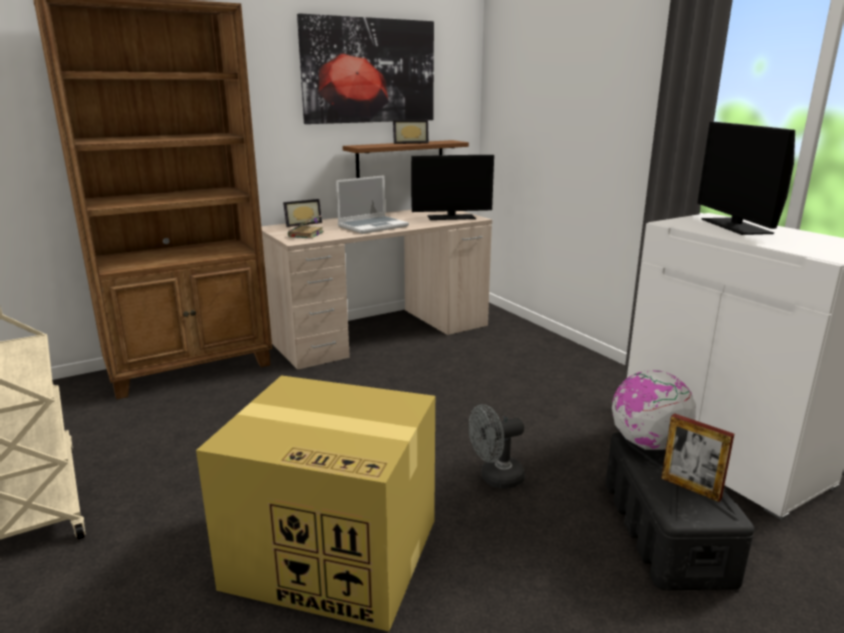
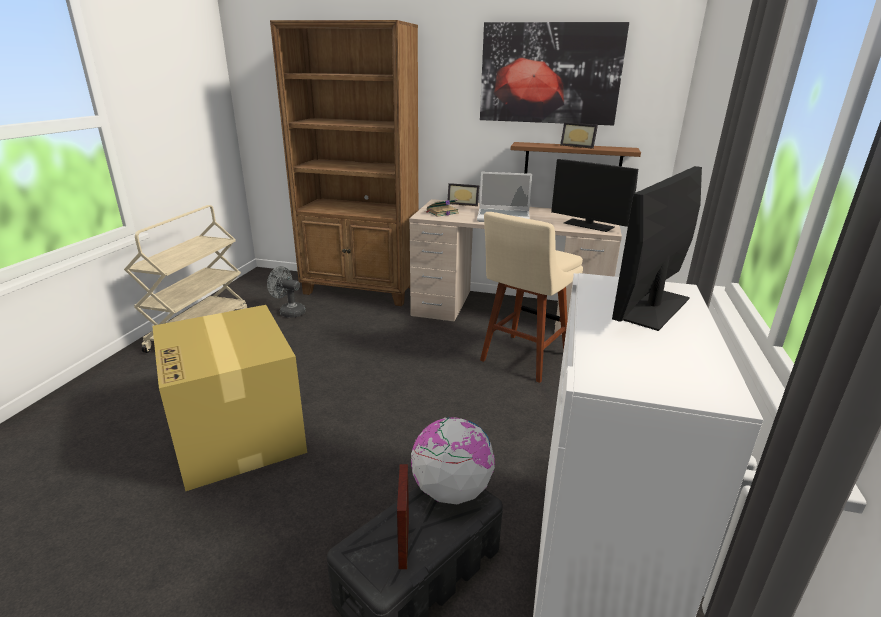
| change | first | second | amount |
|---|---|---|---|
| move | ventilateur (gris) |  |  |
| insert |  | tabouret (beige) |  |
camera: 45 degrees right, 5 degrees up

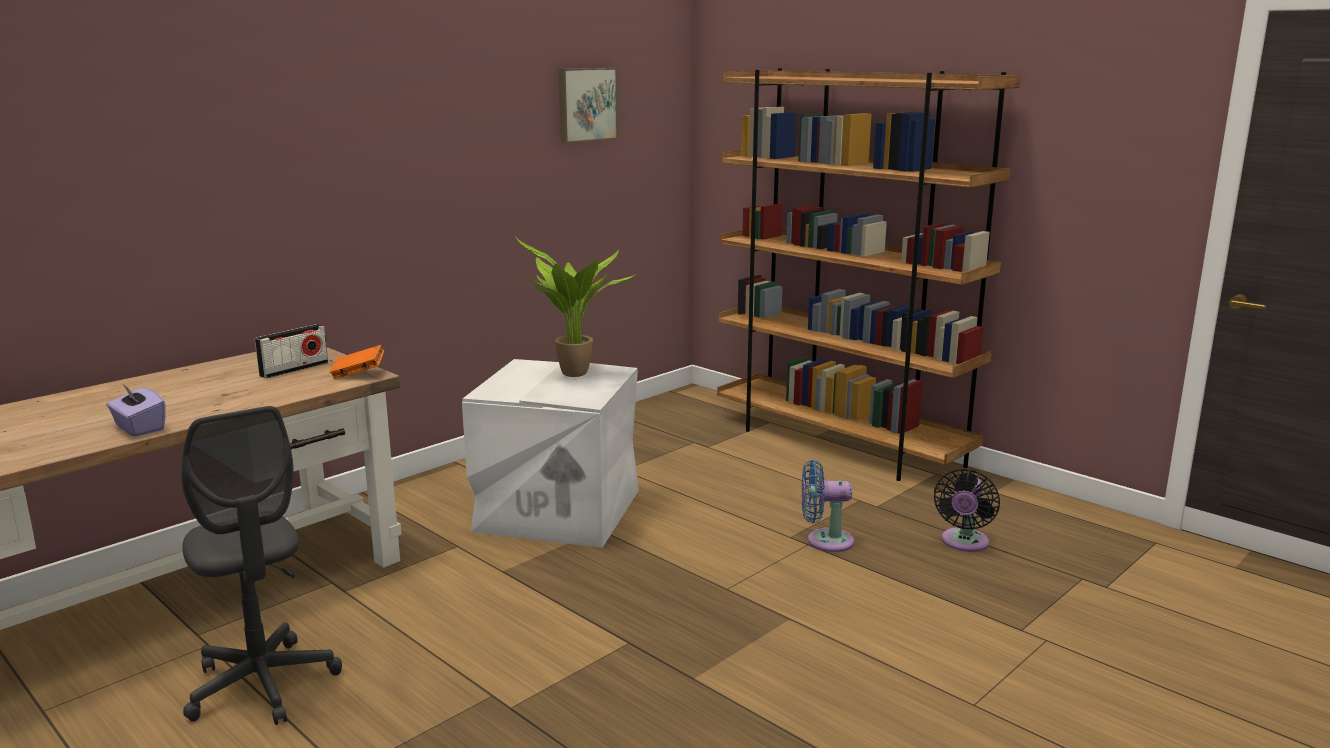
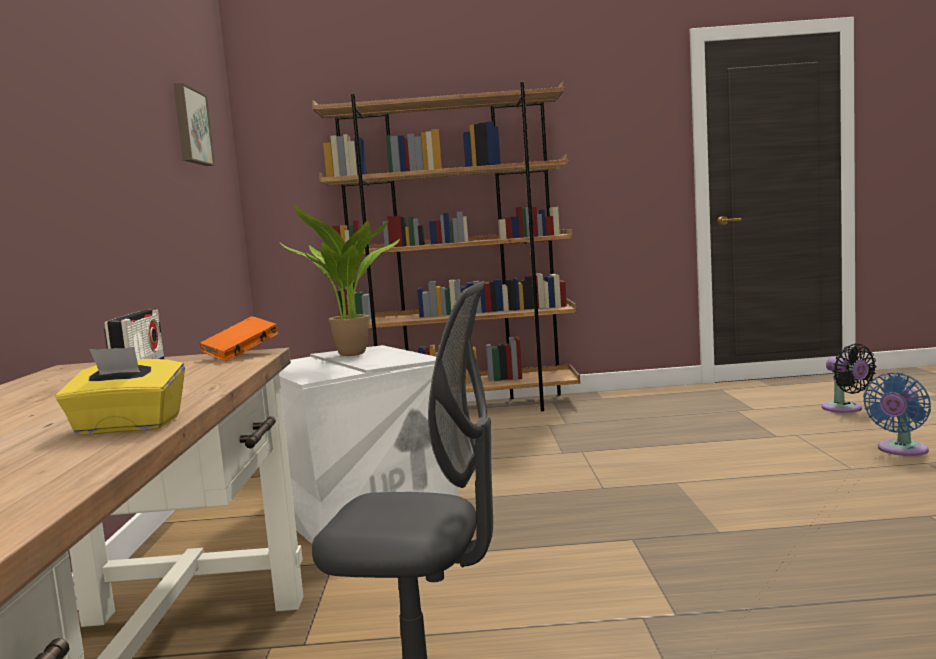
| change | first | second | amount |
|---|---|---|---|
| recolor | boîte à mouchoirs (violet) | boîte à mouchoirs (jaune) |  |
| move | ventilateur (noir) |  |  |
| move | ventilateur (bleu) |  |  |
camera: 45 degrees left, 10 degrees down

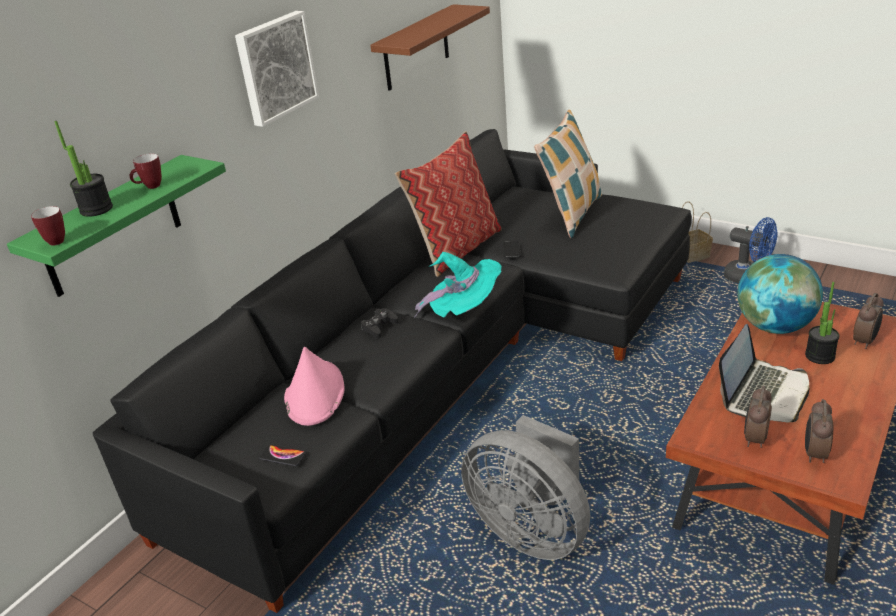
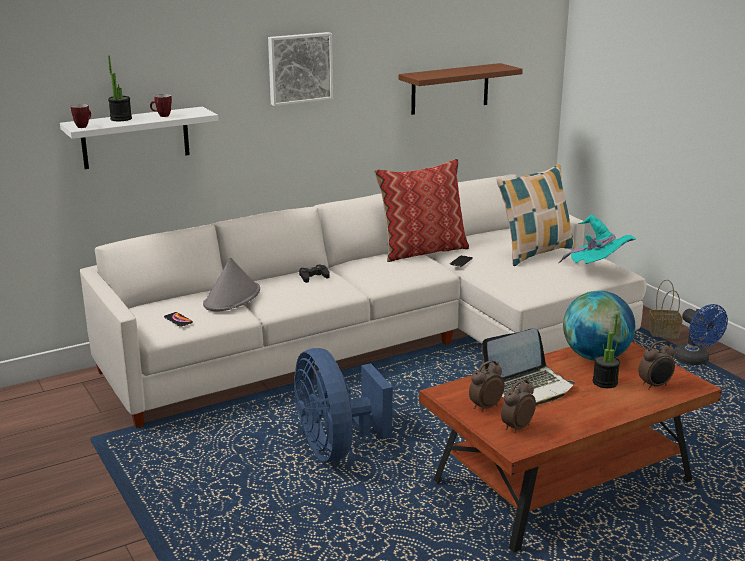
| change | first | second | amount |
|---|---|---|---|
| recolor | étagère (vert) | étagère (blanc) |  |
| recolor | canapé (noir) | canapé (blanc) |  |
| recolor | chapeau (rose) | chapeau (gris) |  |
| recolor | ventilateur (gris) | ventilateur (bleu) (1st from left) |  |
| move | chapeau (turquoise) |  |  |
camera: 25 degrees right, 10 degrees down

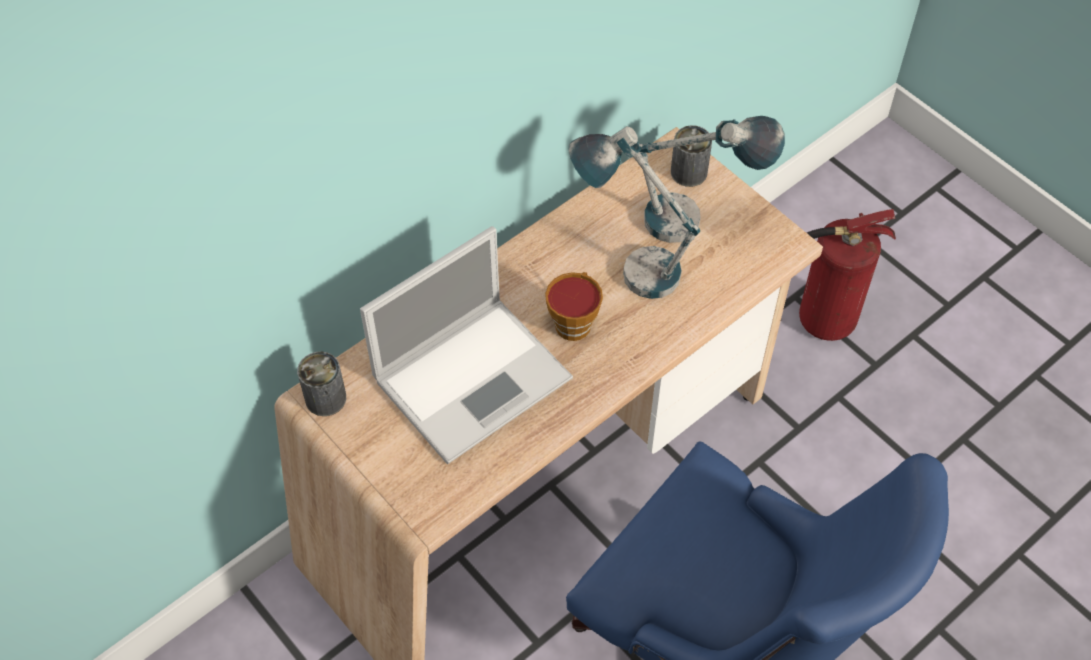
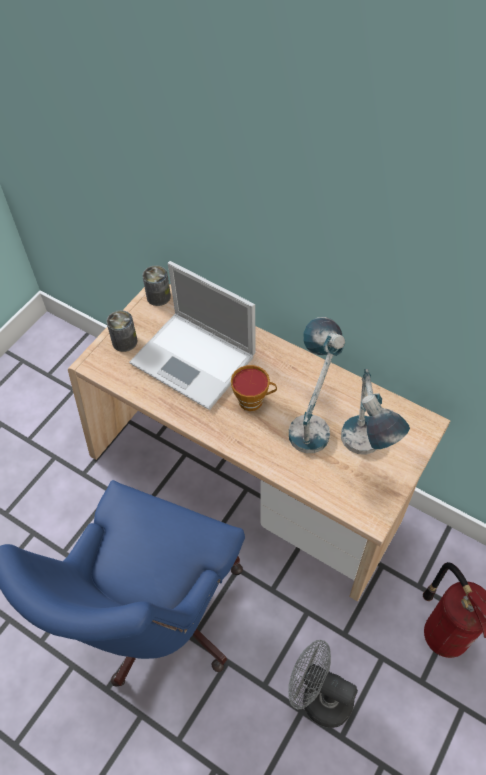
| change | first | second | amount |
|---|---|---|---|
| move | boîte métallique (2nd from left in the first image) | boîte métallique (1st from left) |  |
| insert |  | ventilateur (gris) |  |
camera: 75 degrees right, 0 degrees up

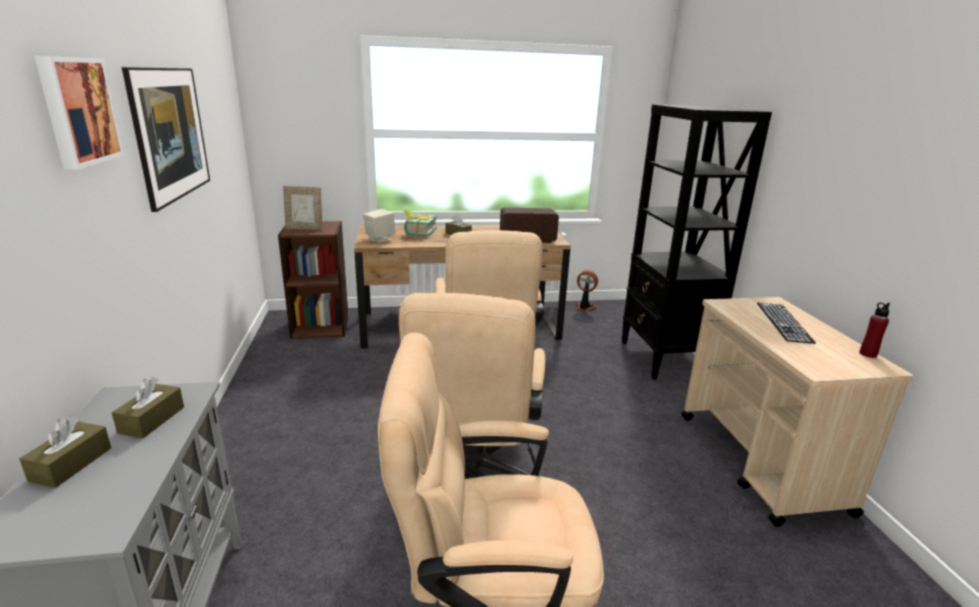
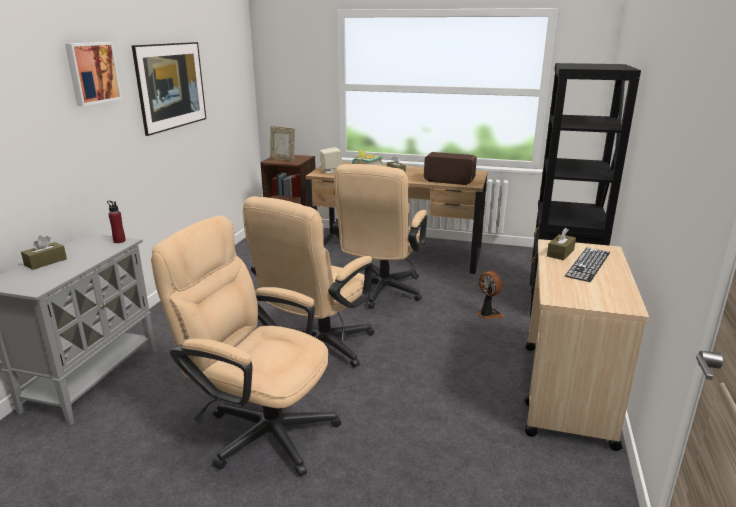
| change | first | second | amount |
|---|---|---|---|
| move | bouteille (rouge) |  |  |
| move | ventilateur |  |  |
| move | boîte à mouchoirs (marron) (2nd from left in the first image) | boîte à mouchoirs (marron) (3rd from left) |  |
camera: 25 degrees right, 0 degrees up

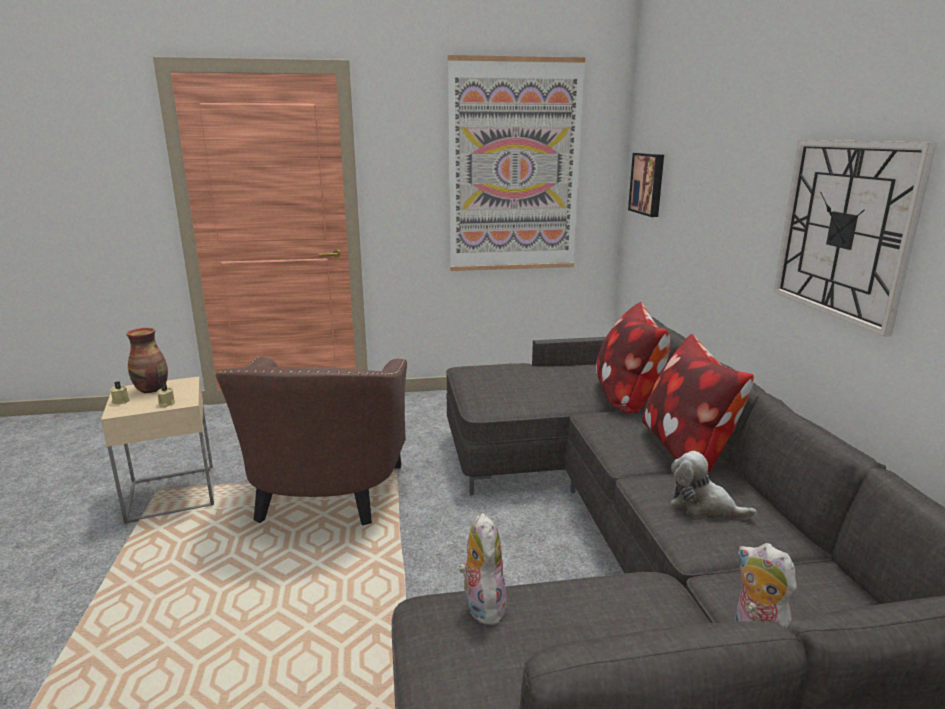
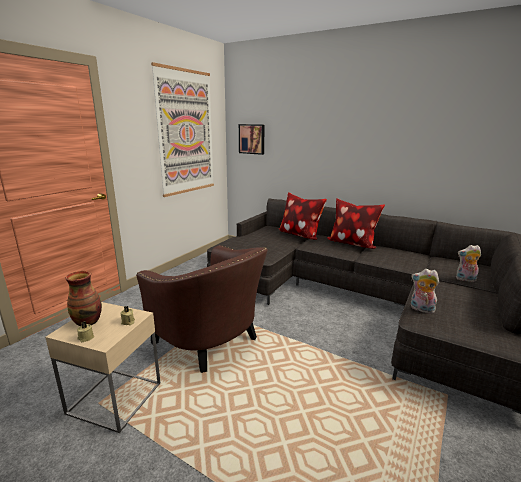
| change | first | second | amount |
|---|---|---|---|
| delete | peluche (2nd from left) |  |  |
| delete | horloge murale |  |  |
camera: 50 degrees left, 0 degrees up

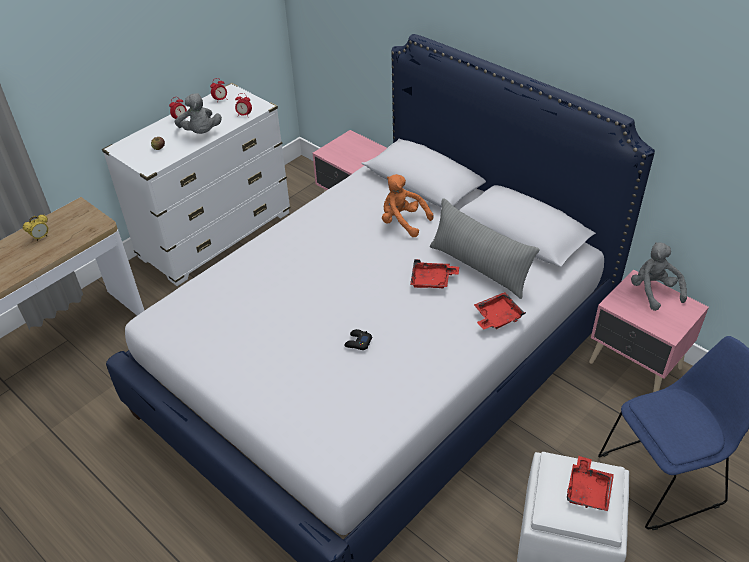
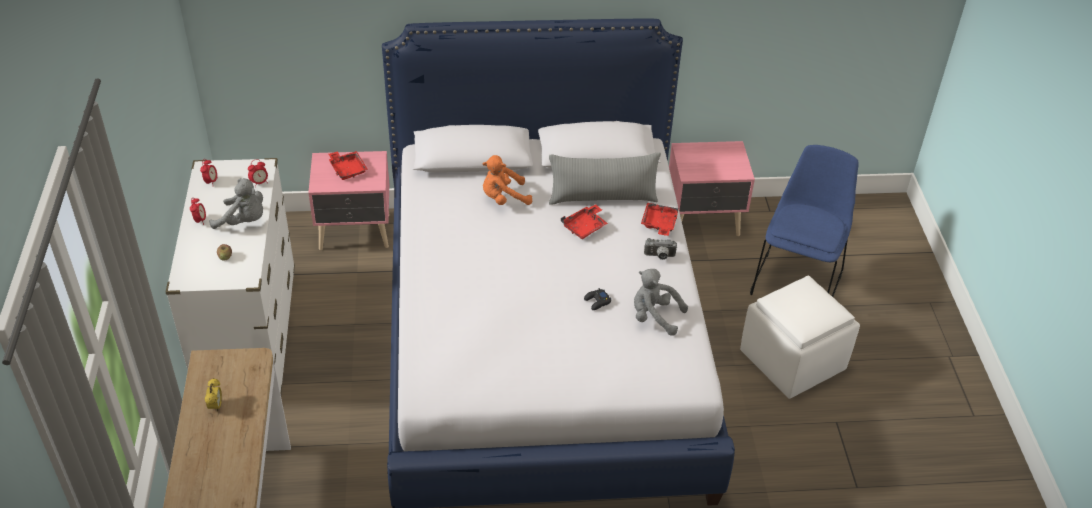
| change | first | second | amount |
|---|---|---|---|
| move | plateau (rouge) (3rd from left in the first image) | plateau (rouge) (1st from left) |  |
| move | peluche (gris) (2nd from left) |  |  |
| insert |  | appareil photo |  |
camera: 50 degrees left, 0 degrees up

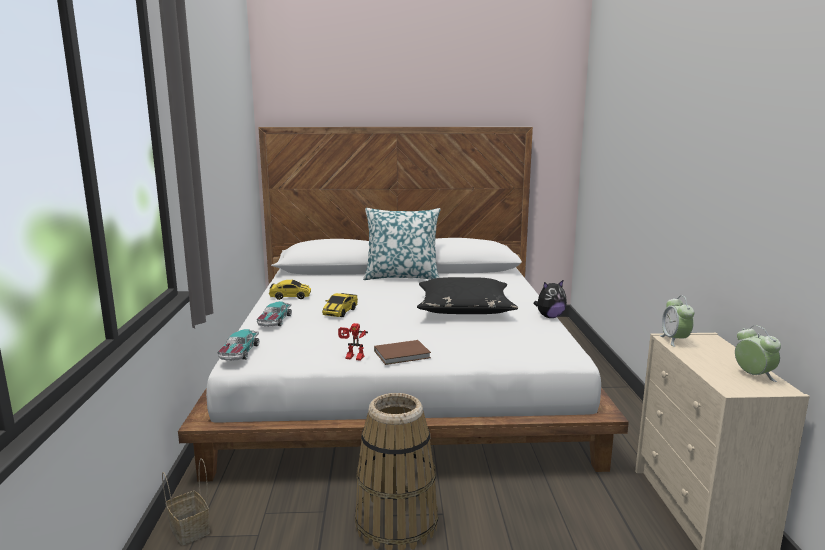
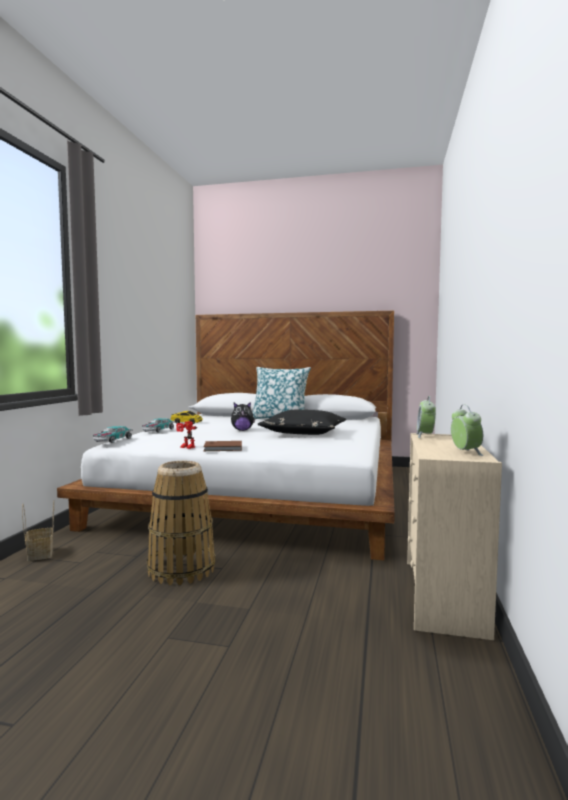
| change | first | second | amount |
|---|---|---|---|
| move | peluche |  |  |
| delete | petite voiture (4th from left) |  |  |
camera: 15 degrees right, 10 degrees down

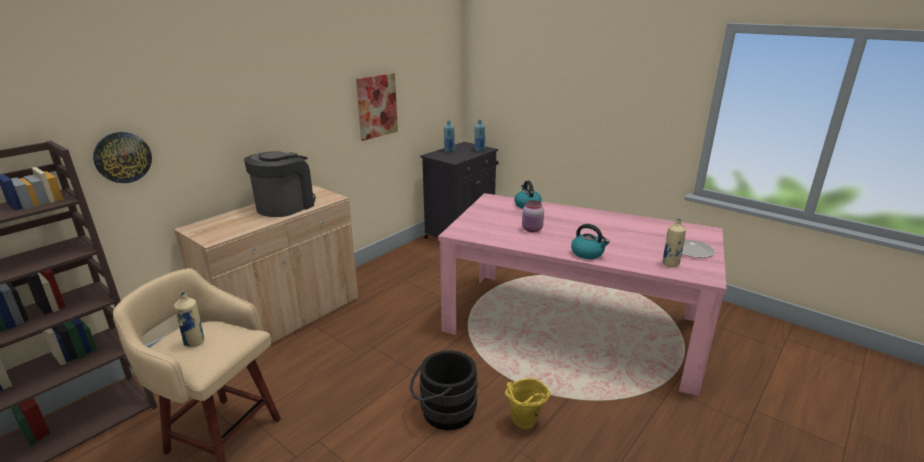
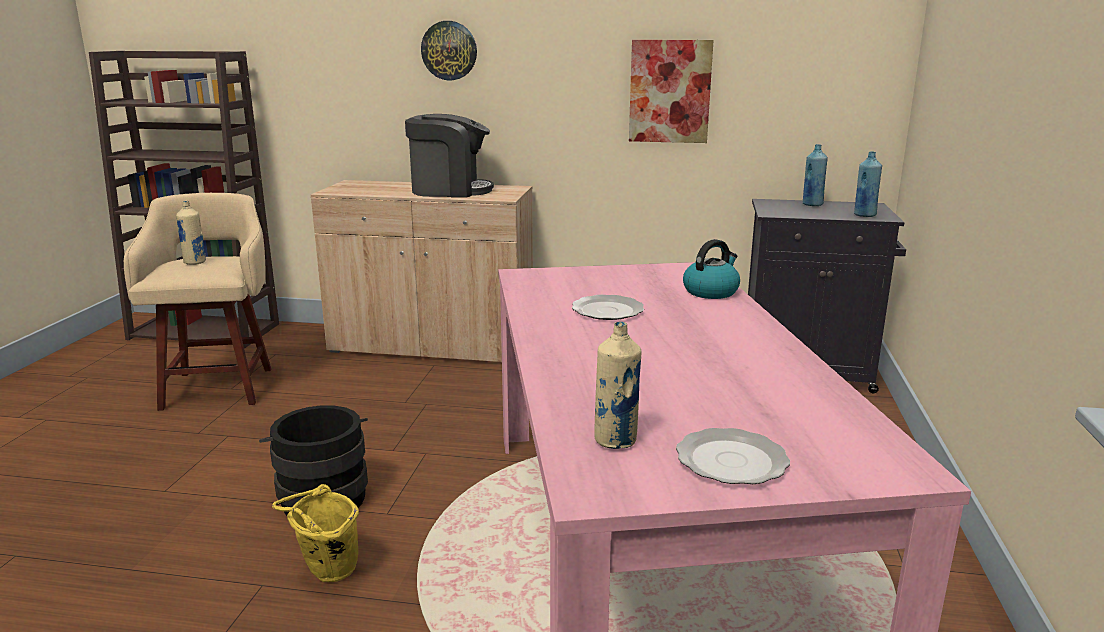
| change | first | second | amount |
|---|---|---|---|
| move | horloge murale |  |  |
| replace | bocal (rose) | assiette (1st from left) |  |
| delete | bouilloire (2nd from left) |  |  |
camera: 60 degrees right, 5 degrees down

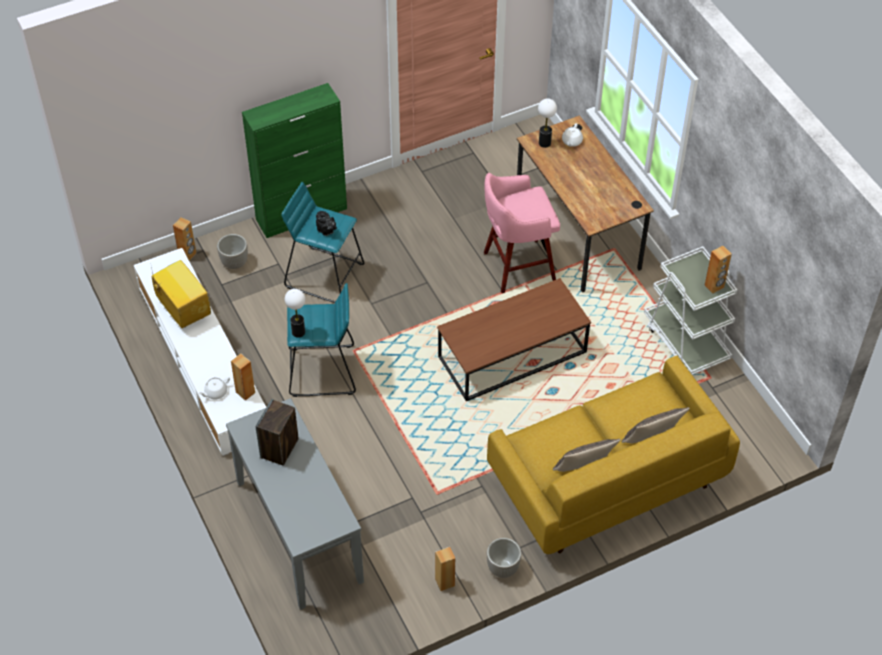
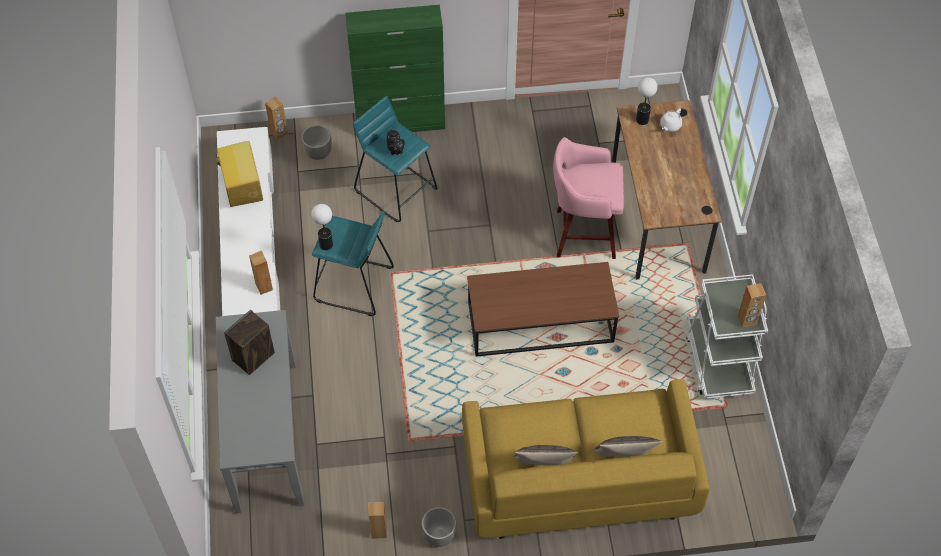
| change | first | second | amount |
|---|---|---|---|
| delete | théière (blanc) (1st from left) |  |  |
camera: 20 degrees right, 5 degrees up

